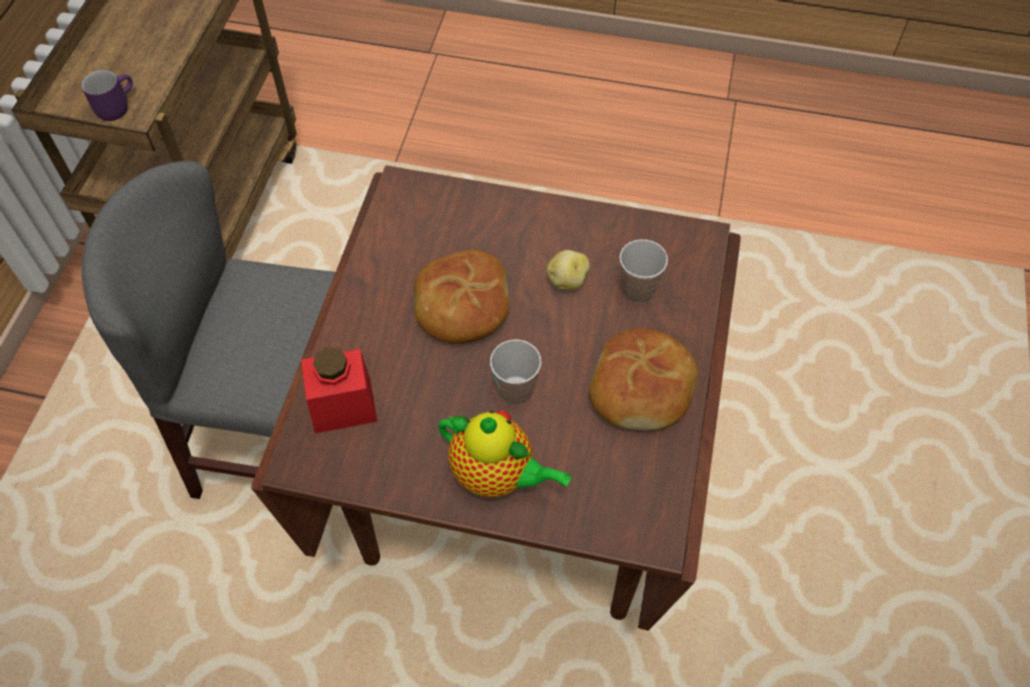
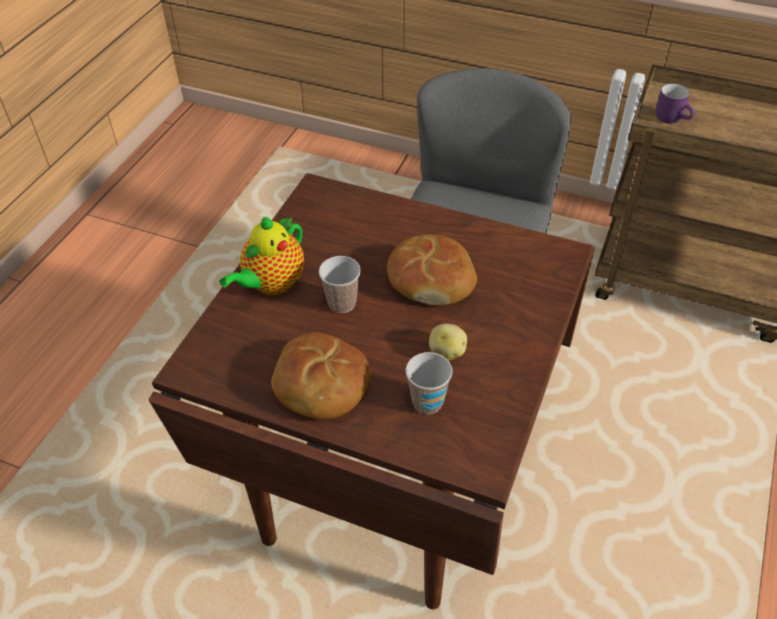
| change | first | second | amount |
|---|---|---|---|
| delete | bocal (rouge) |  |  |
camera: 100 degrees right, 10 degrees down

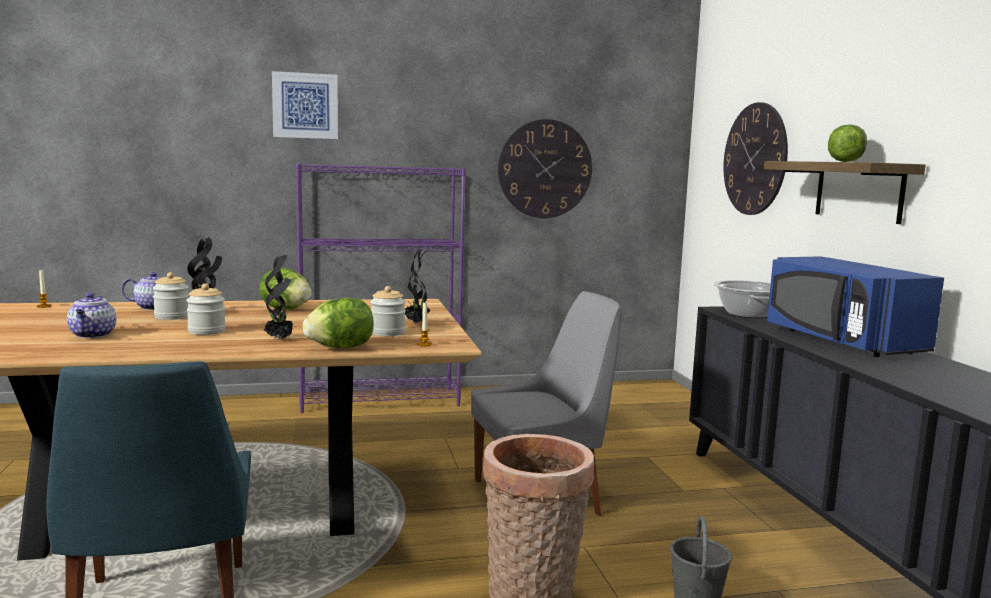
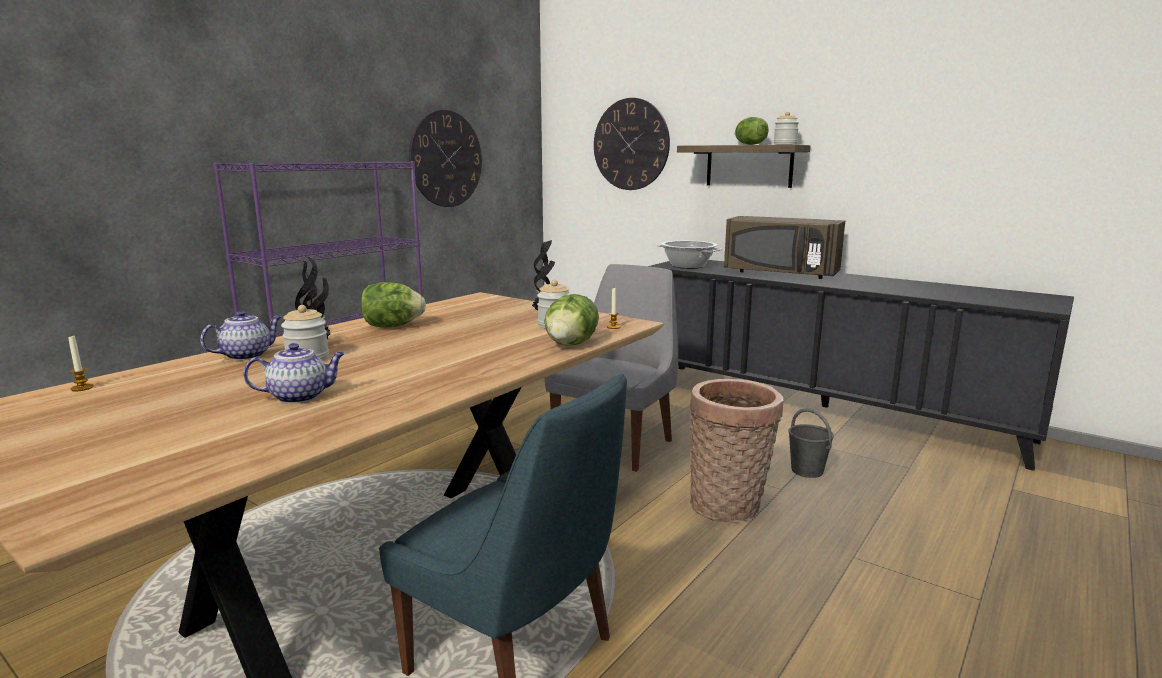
| change | first | second | amount |
|---|---|---|---|
| rotate | théière (1st from left in the first image) | théière (2nd from left) | 60 degrees counterclockwise |
| recolor | micro-ondes (bleu) | micro-ondes (marron) |  |
| move | bocal (2nd from left in the first image) | bocal (3rd from left) |  |
| delete | plante en pot (2nd from left) |  |  |
| delete | tableau |  |  |
camera: 40 degrees left, 5 degrees up

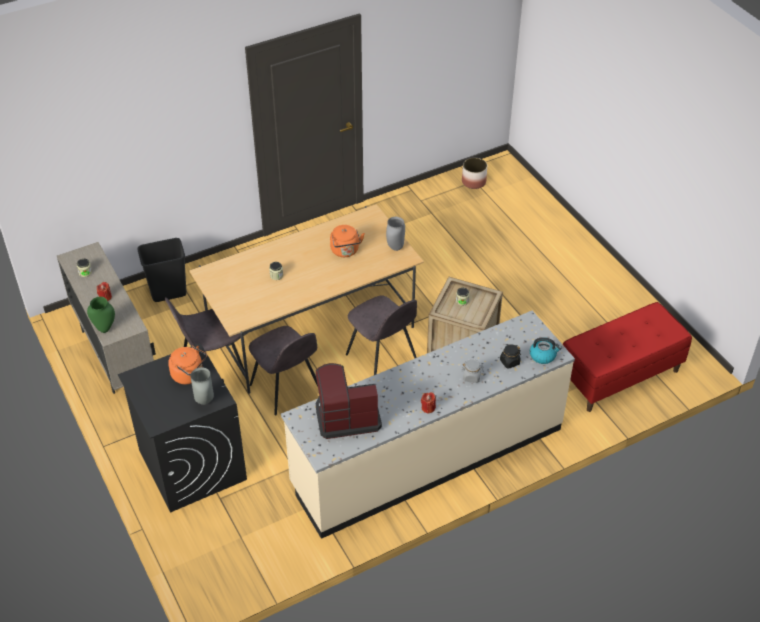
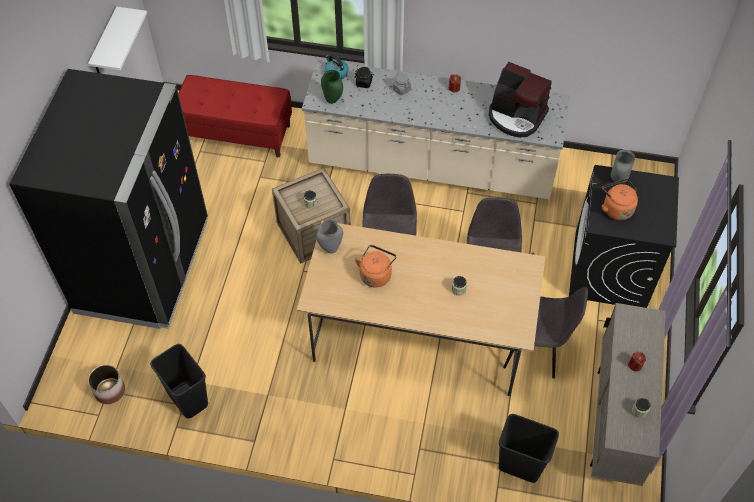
| change | first | second | amount |
|---|---|---|---|
| insert |  | réfrigérateur (noir) |  |
| insert |  | étagère (blanc) |  |
| insert |  | poubelle (noir) (1st from left) |  |
| move | vase (vert) |  |  |
camera: 140 degrees left, 10 degrees up

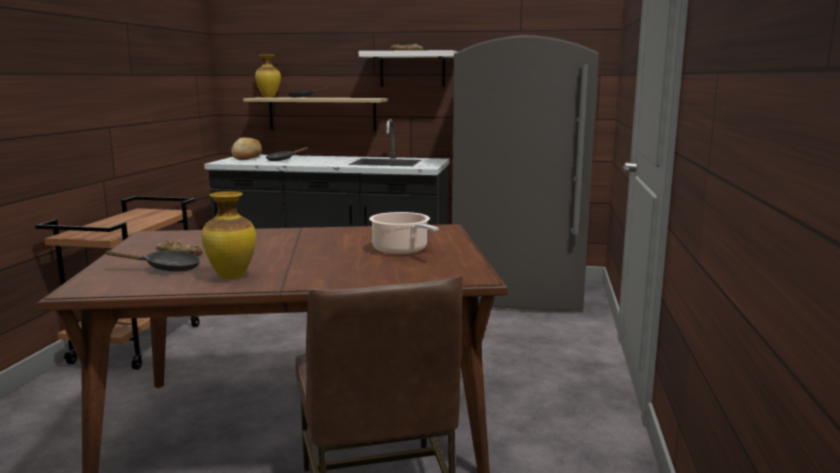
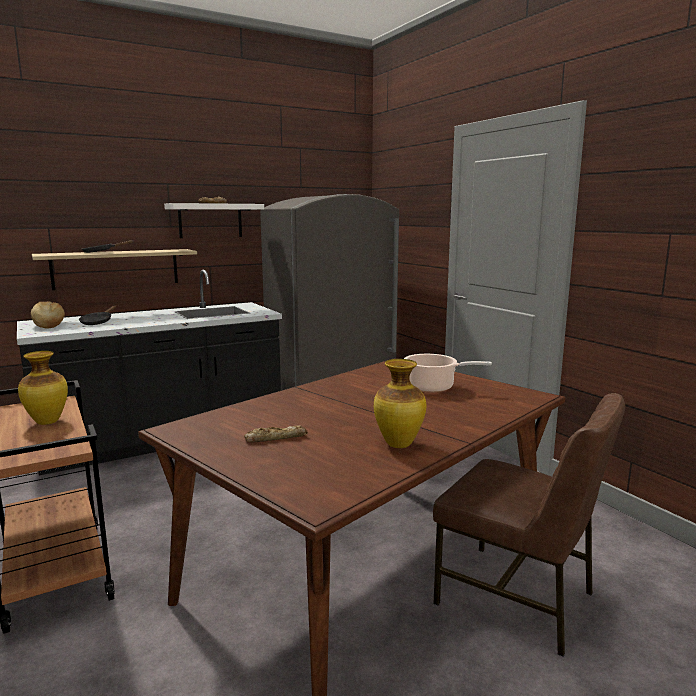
| change | first | second | amount |
|---|---|---|---|
| move | vase (2nd from left in the first image) | vase (1st from left) |  |
| delete | poêle (noir) (1st from left) |  |  |
camera: 40 degrees left, 0 degrees up

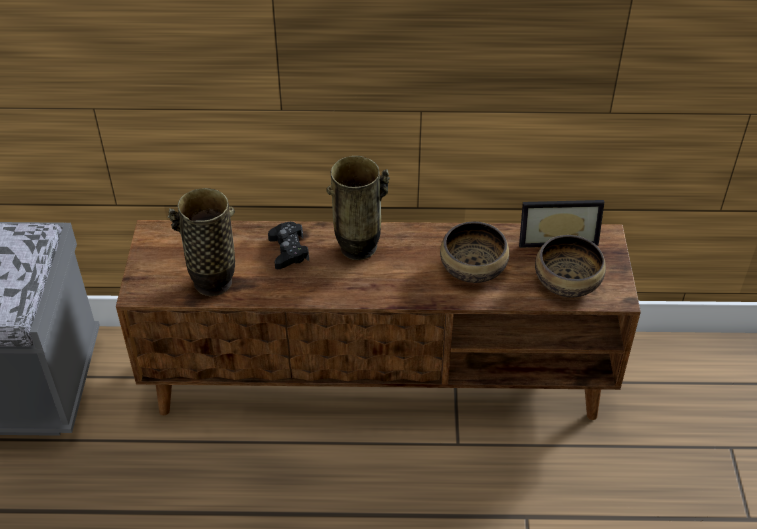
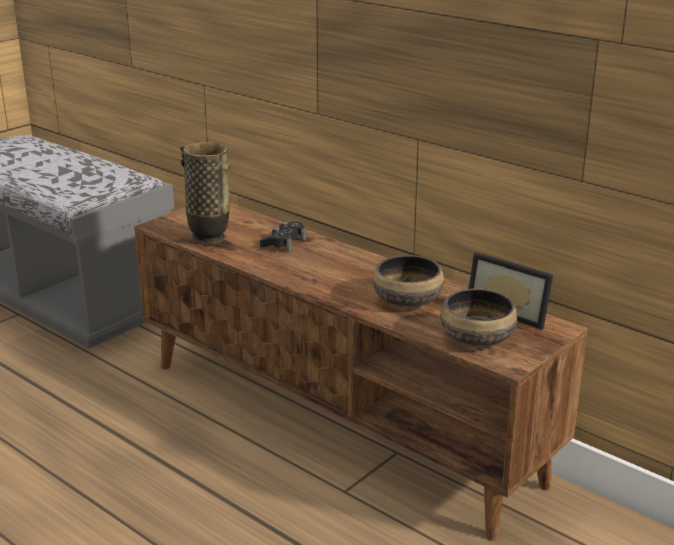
| change | first | second | amount |
|---|---|---|---|
| delete | vase (2nd from left) |  |  |
camera: 40 degrees right, 20 degrees down

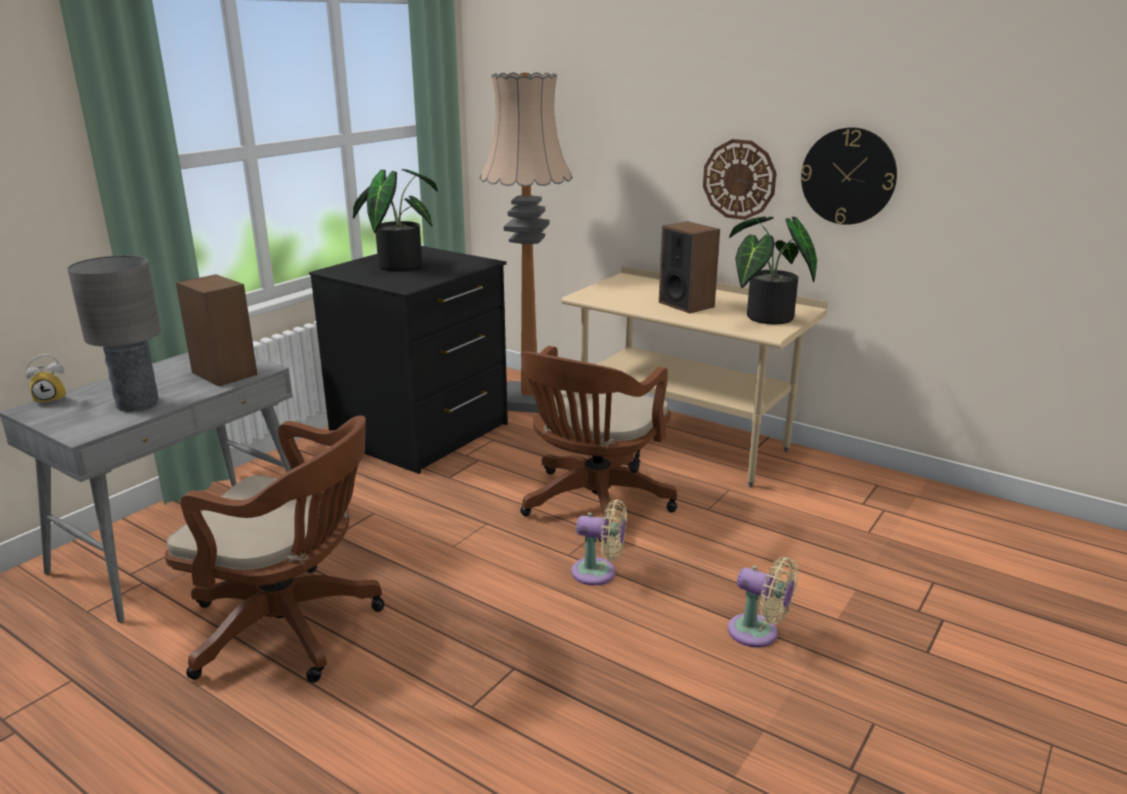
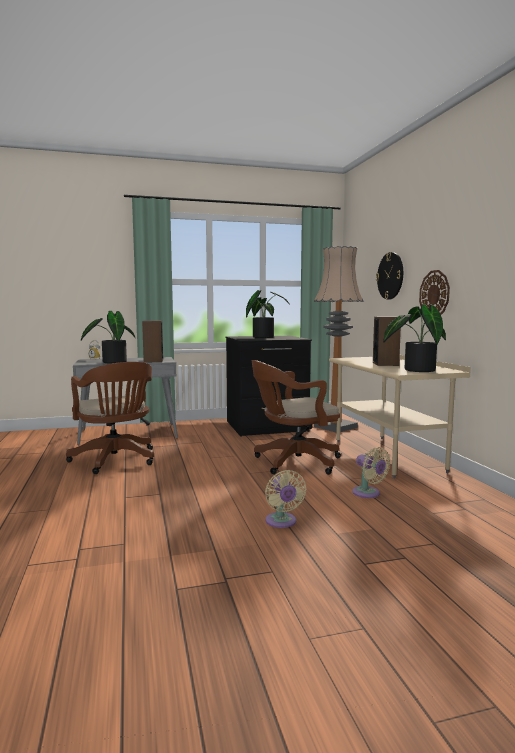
| change | first | second | amount |
|---|---|---|---|
| replace | lampe de table (gris) | plante en pot (1st from left) |  |
| move | ventilateur (beige) (1st from left in the first image) | ventilateur (beige) (2nd from left) |  |
| move | horloge murale (2nd from left in the first image) | horloge murale (1st from left) |  |
camera: 40 degrees right, 15 degrees down

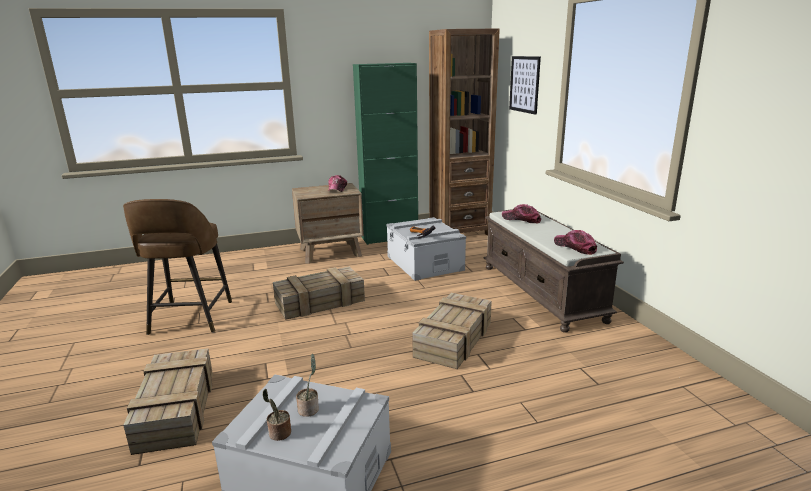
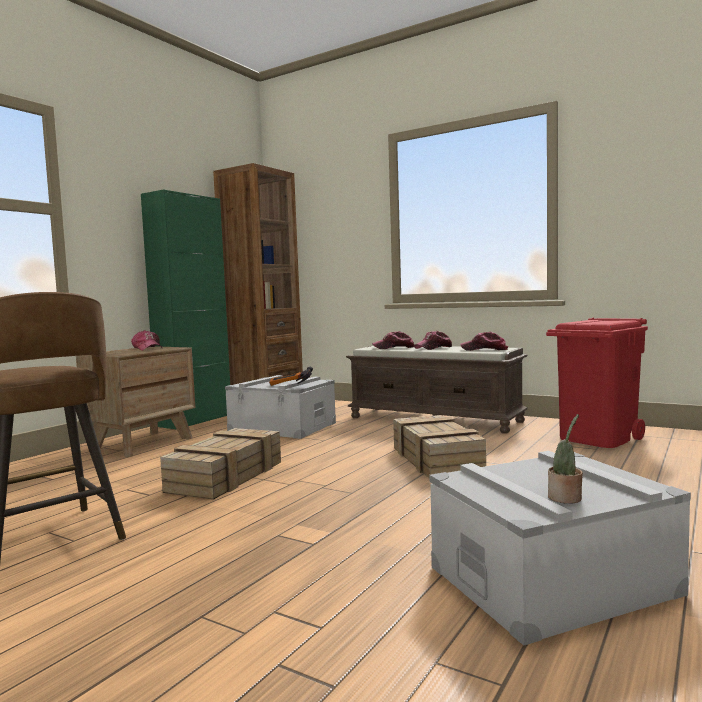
| change | first | second | amount |
|---|---|---|---|
| insert |  | casquette (3rd from left) |  |
| insert |  | poubelle (rouge) |  |
| delete | caisse (1st from left) |  |  |
| delete | plante en pot (2nd from left) |  |  |
| delete | tableau |  |  |
camera: 40 degrees left, 15 degrees down

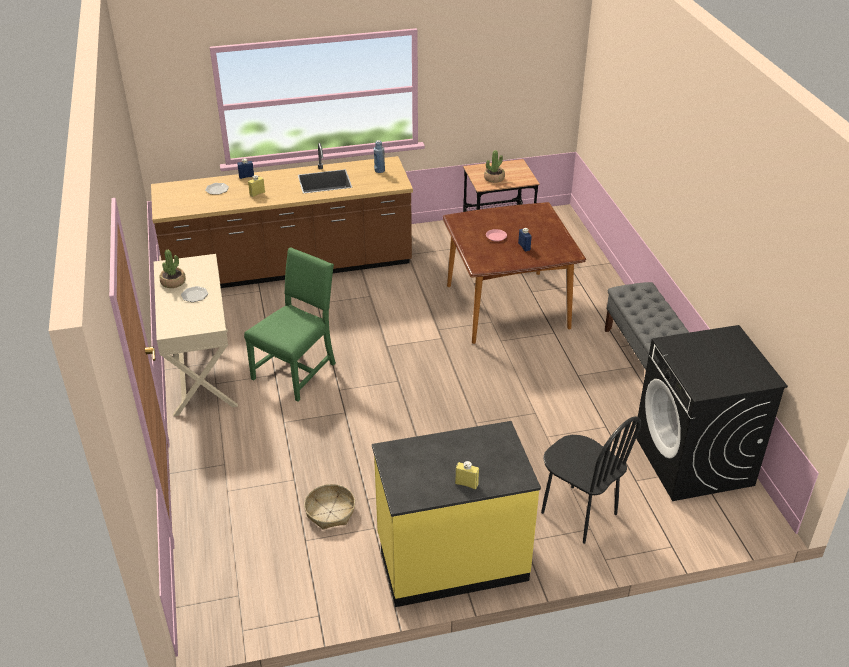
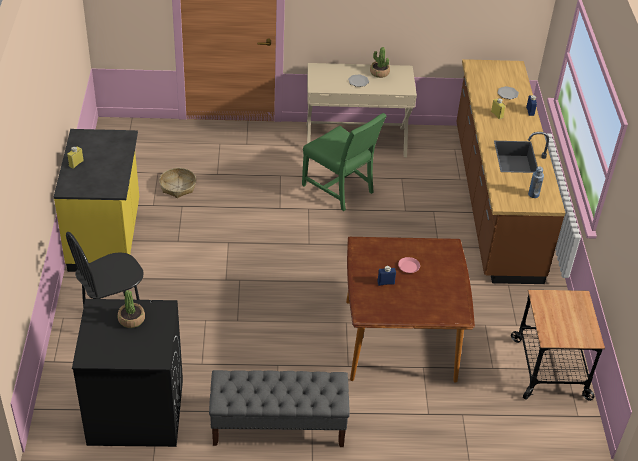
| change | first | second | amount |
|---|---|---|---|
| move | plante en pot (2nd from left in the first image) | plante en pot (1st from left) |  |
camera: 100 degrees right, 5 degrees up

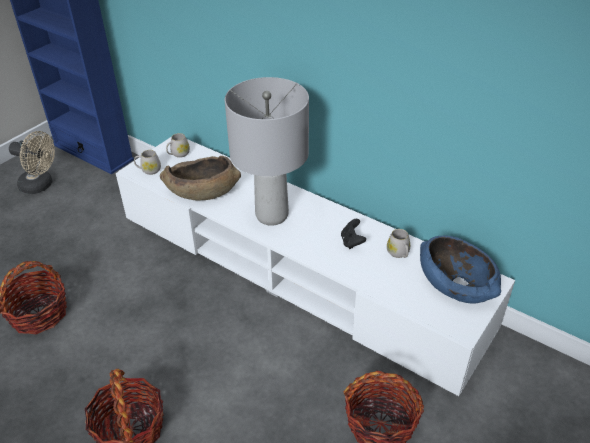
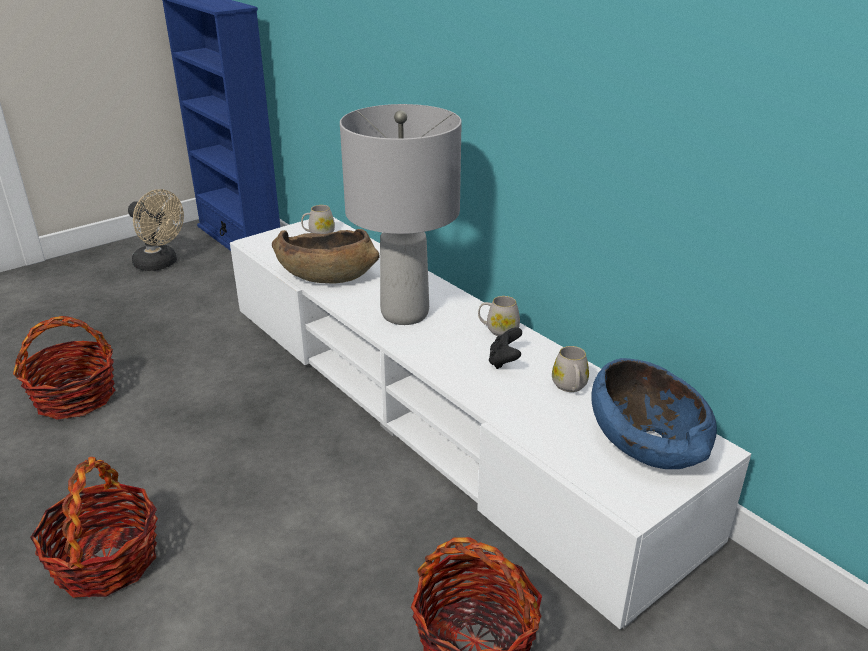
| change | first | second | amount |
|---|---|---|---|
| move | mug (blanc) (1st from left in the first image) | mug (blanc) (2nd from left) |  |
camera: 15 degrees right, 10 degrees down

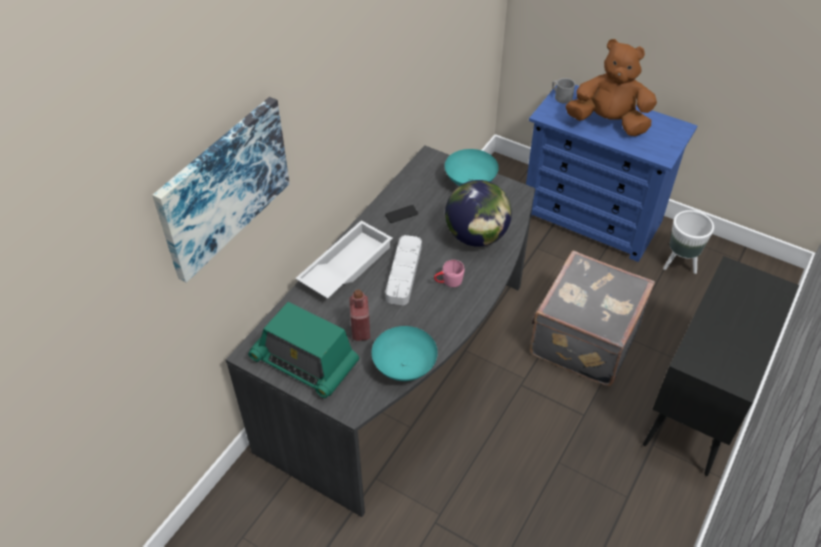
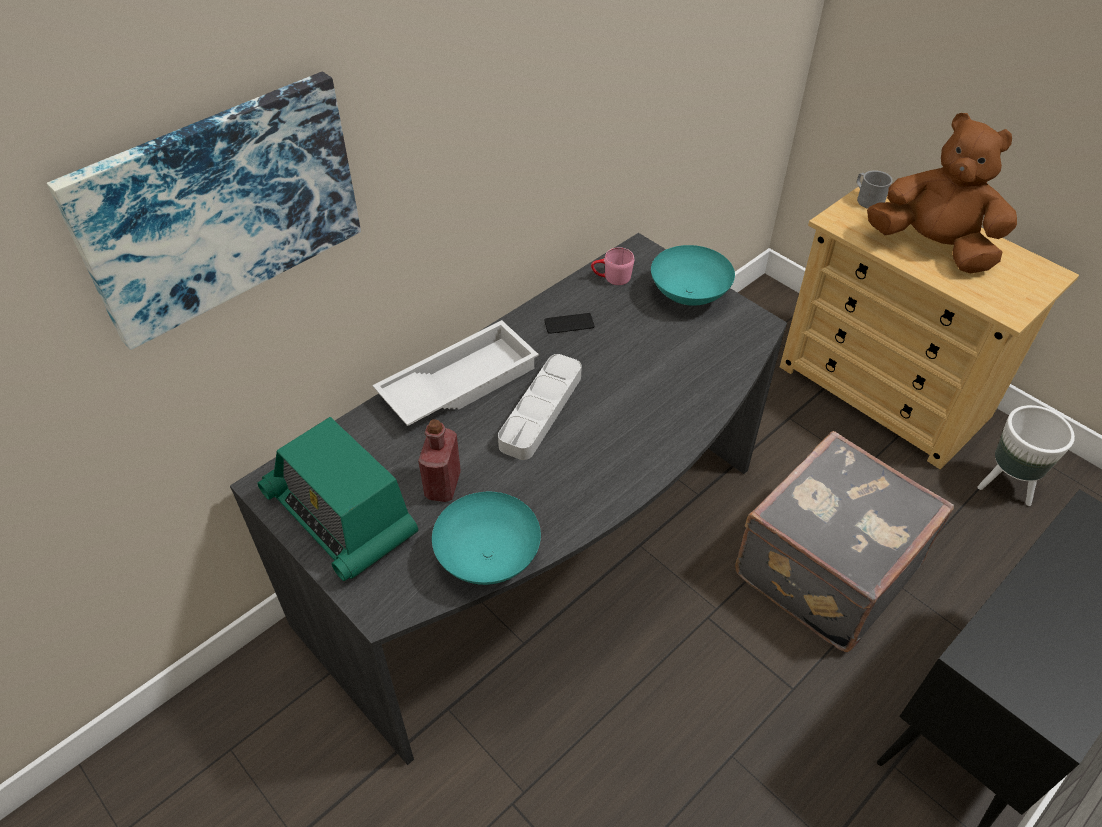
| change | first | second | amount |
|---|---|---|---|
| move | mug (rose) |  |  |
| recolor | commode (bleu) | commode (beige) |  |
| delete | globe |  |  |
camera: 15 degrees right, 0 degrees up

